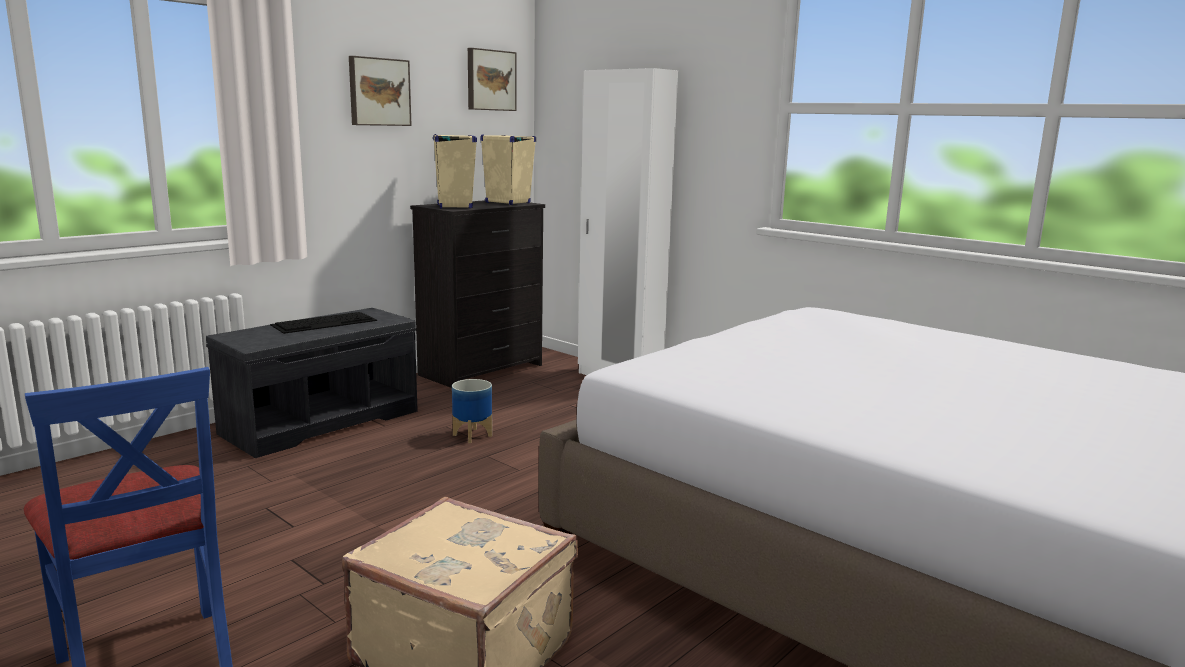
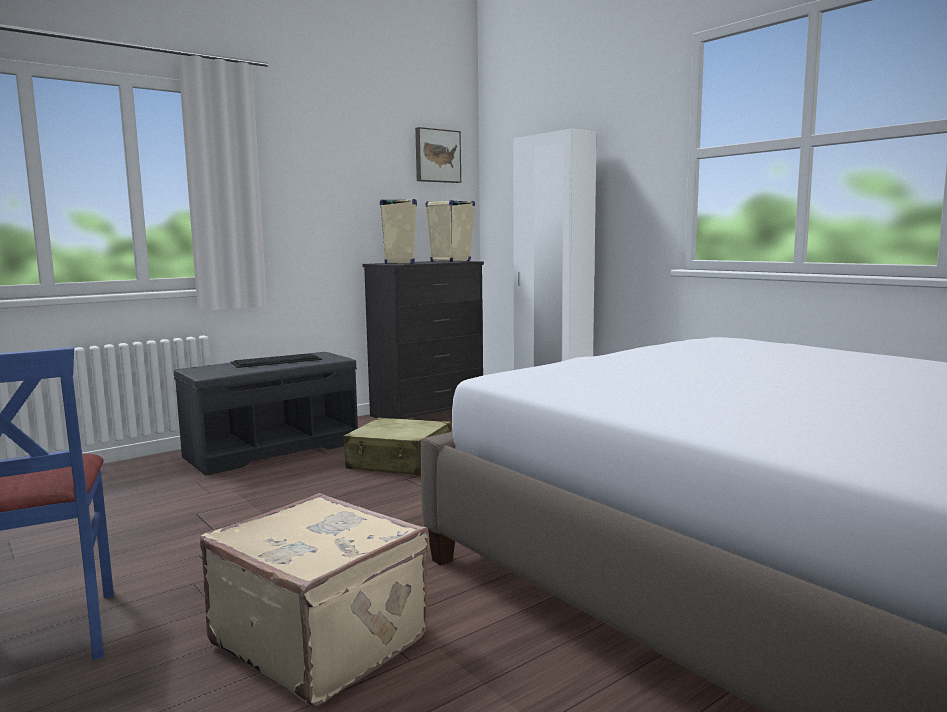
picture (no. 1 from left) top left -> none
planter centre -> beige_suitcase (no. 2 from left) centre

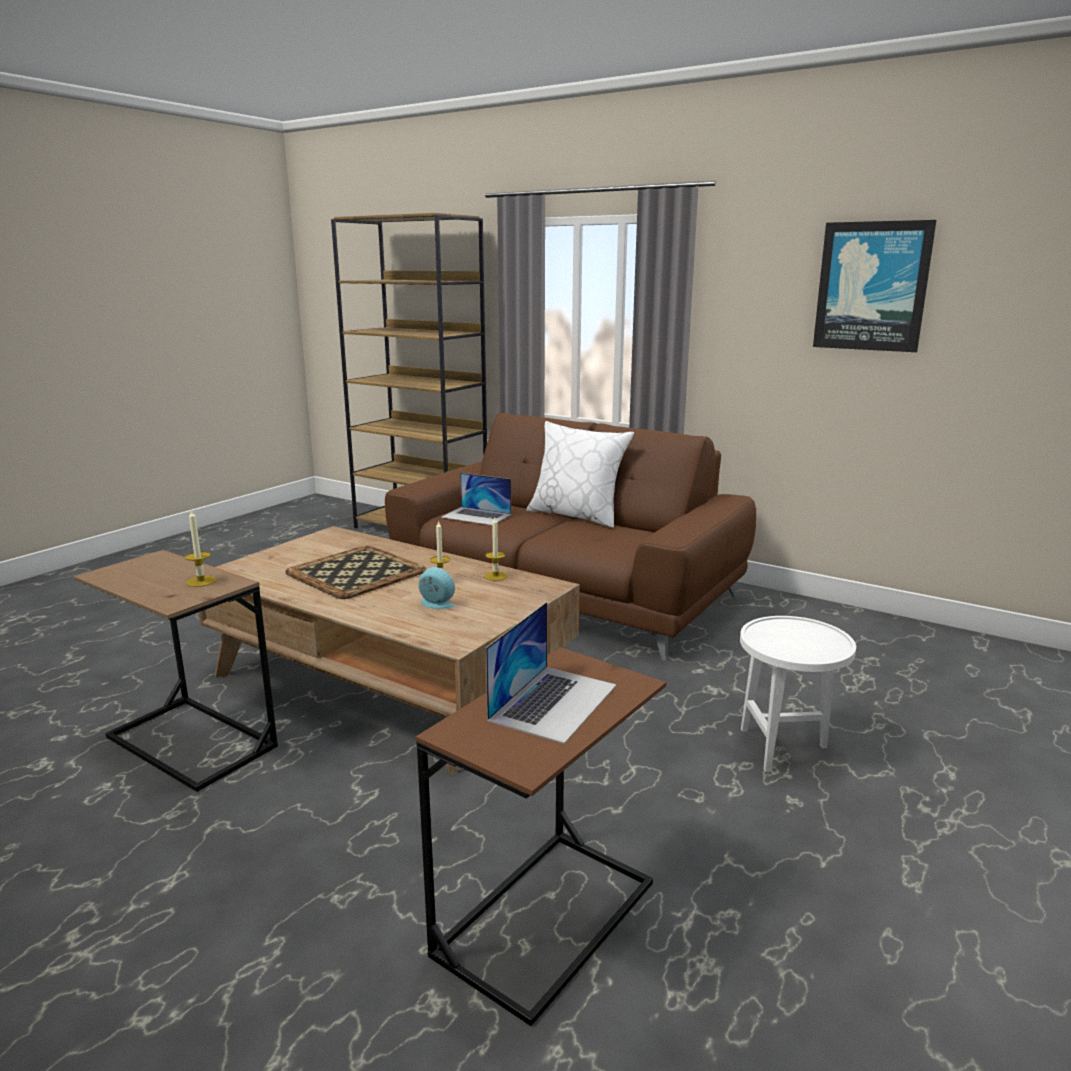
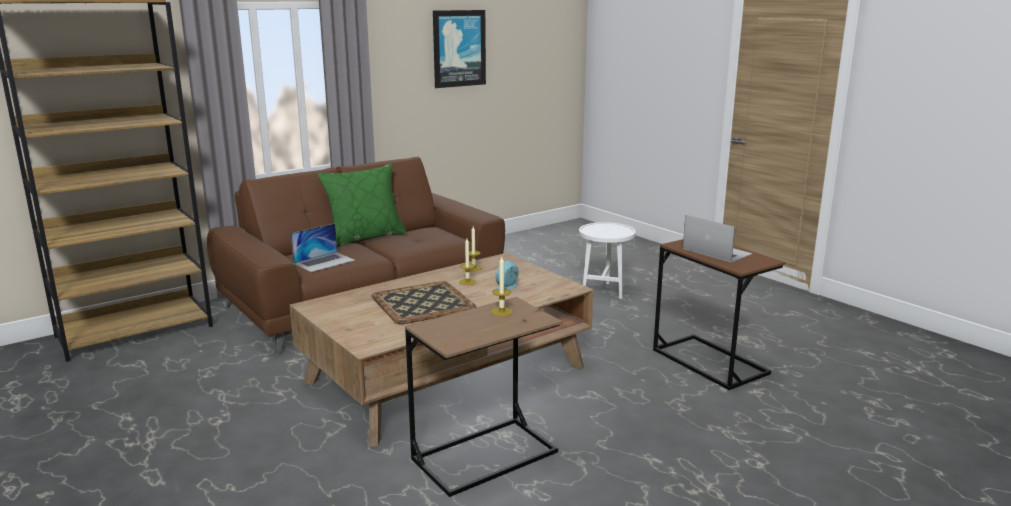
white_pillow centre -> green_pillow centre

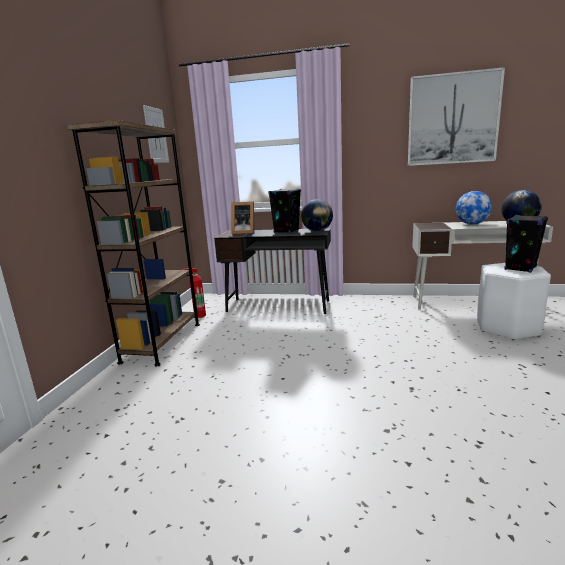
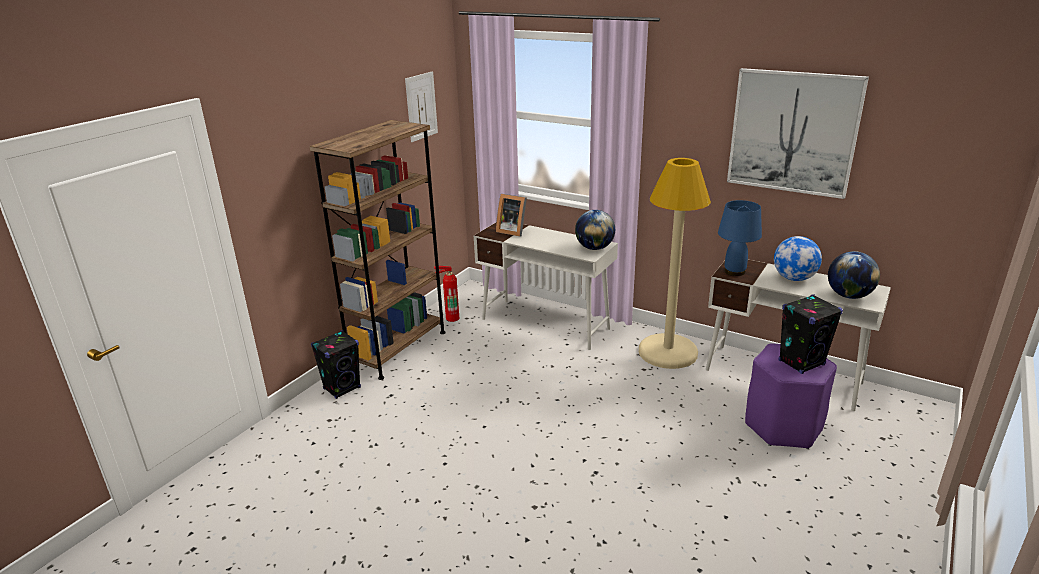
none -> beige_floor_lamp centre
none -> blue_table_lamp middle right
black_speaker (no. 1 from left) centre -> black_speaker (no. 1 from left) middle left, shifted
black_desk centre -> white_desk (no. 1 from left) centre
white_stool middle right -> purple_stool bottom right

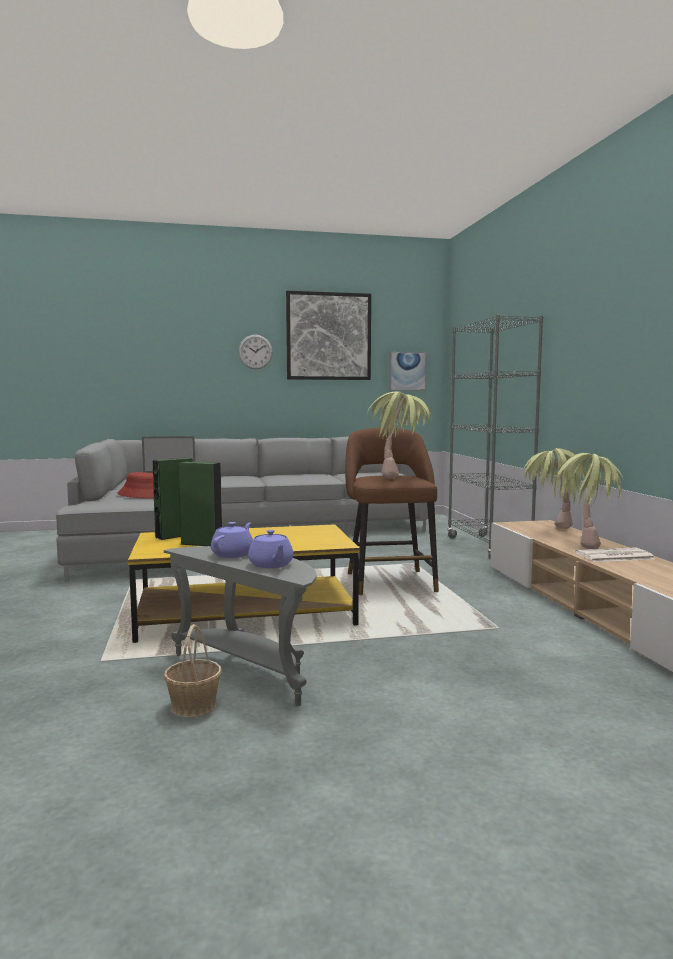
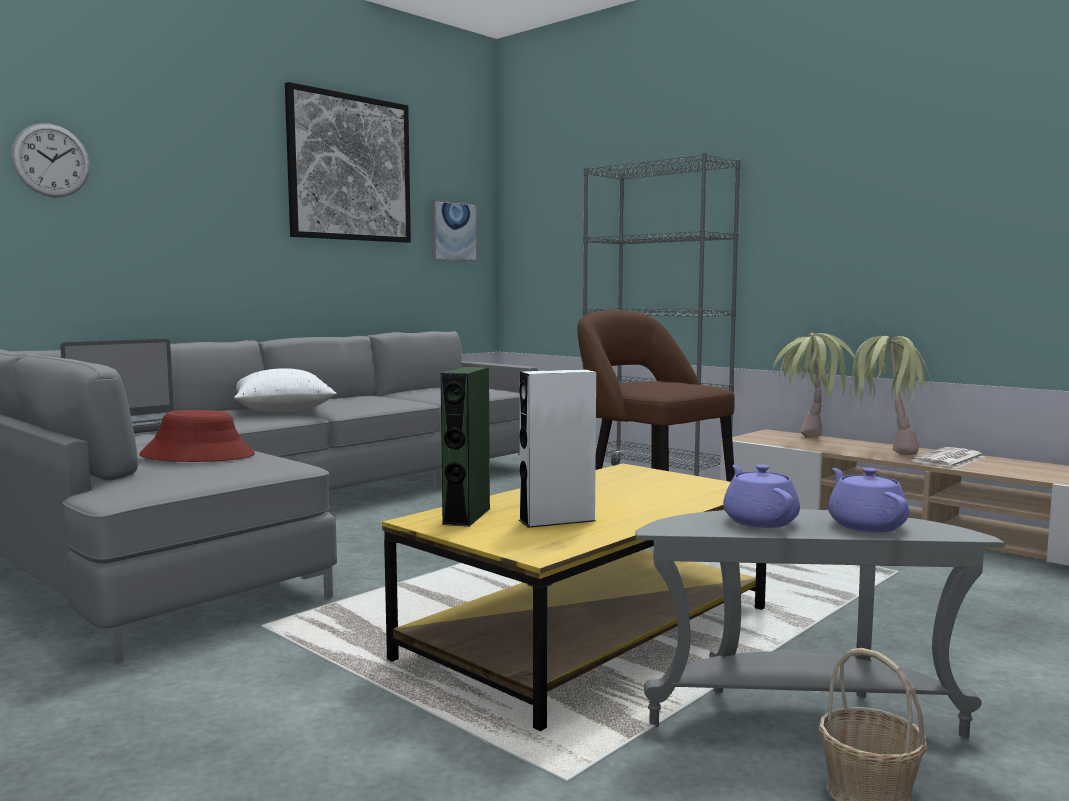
potted_plant (no. 1 from left) centre -> none
none -> white_pillow middle left
wall_clock centre -> wall_clock top left, shifted
green_speaker (no. 2 from left) middle left -> white_speaker centre
purple_teapot (no. 2 from left) centre -> purple_teapot (no. 2 from left) middle right, 135 degrees counterclockwise

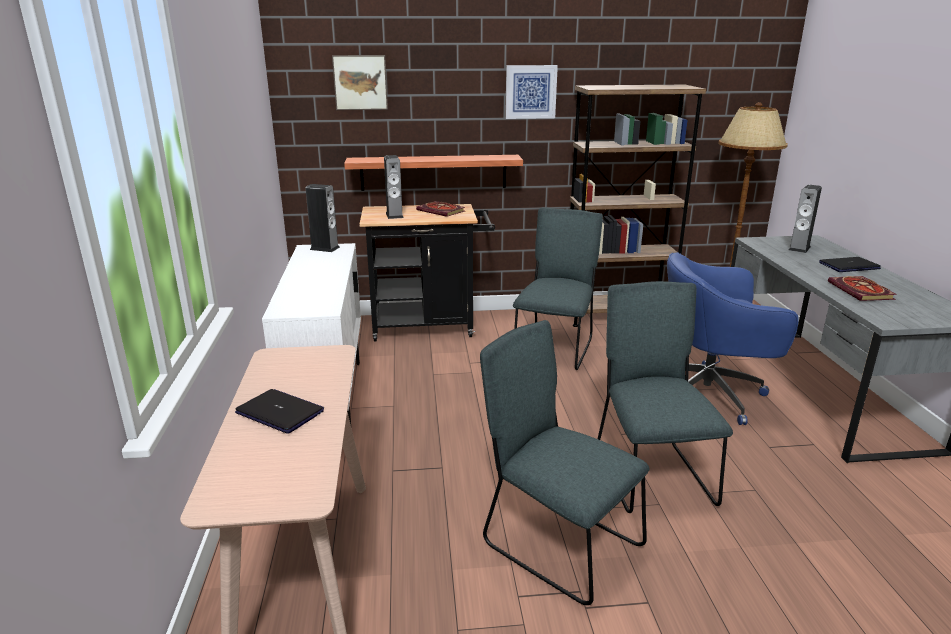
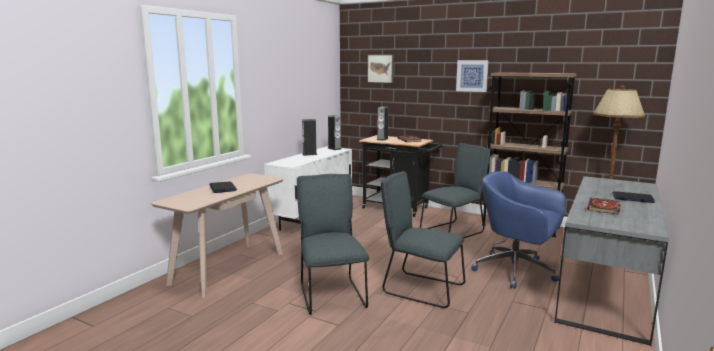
shelf top centre -> none
speaker (no. 3 from left in the first image) middle right -> speaker (no. 1 from left) centre, shifted
grey_chair (no. 3 from left in the first image) middle right -> grey_chair (no. 2 from left) bottom centre, 90 degrees counterclockwise

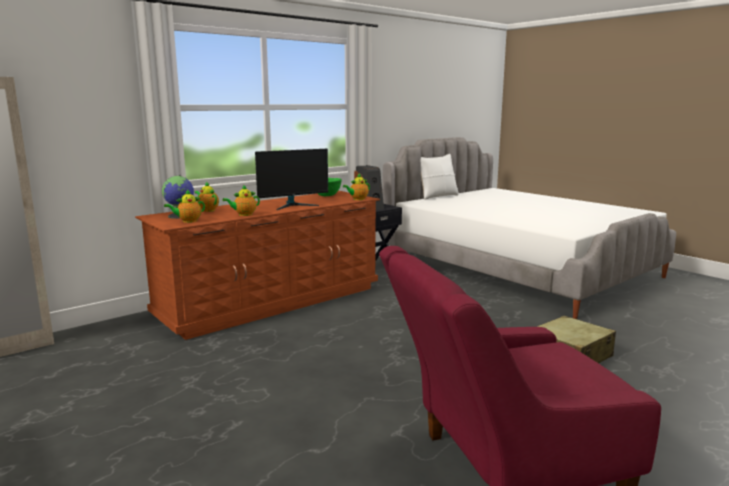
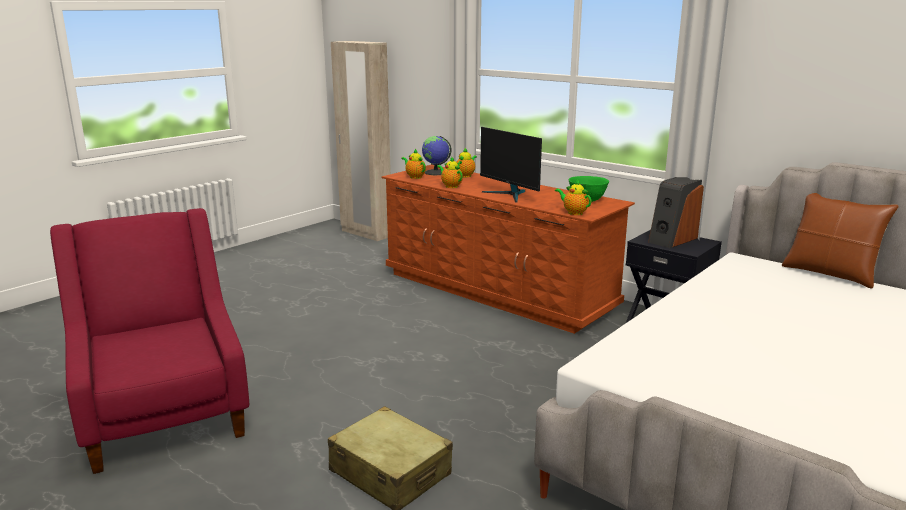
white_pillow centre -> brown_pillow middle right

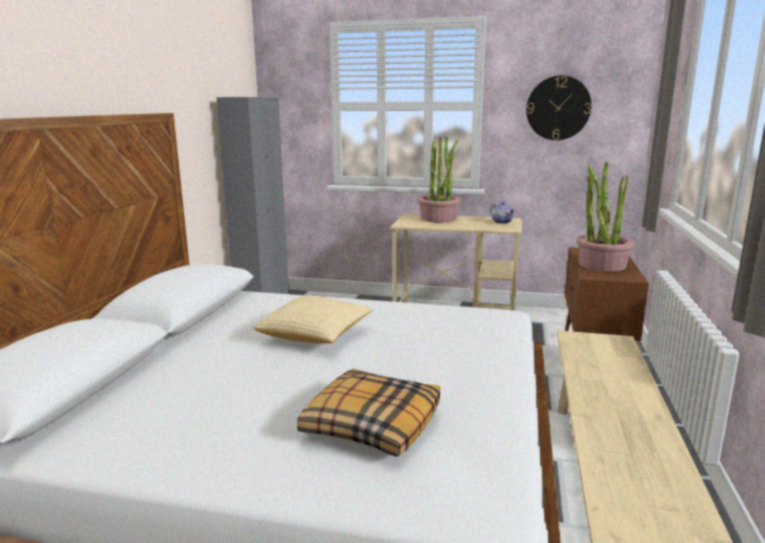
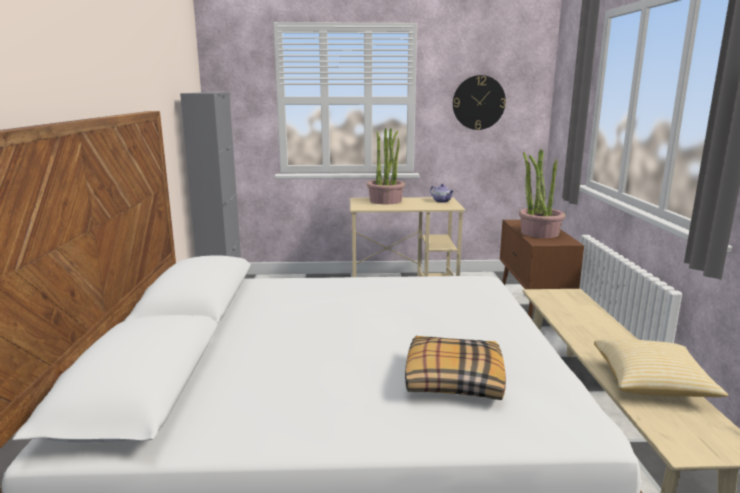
pillow (no. 1 from left in the first image) centre -> pillow (no. 2 from left) bottom right, shifted

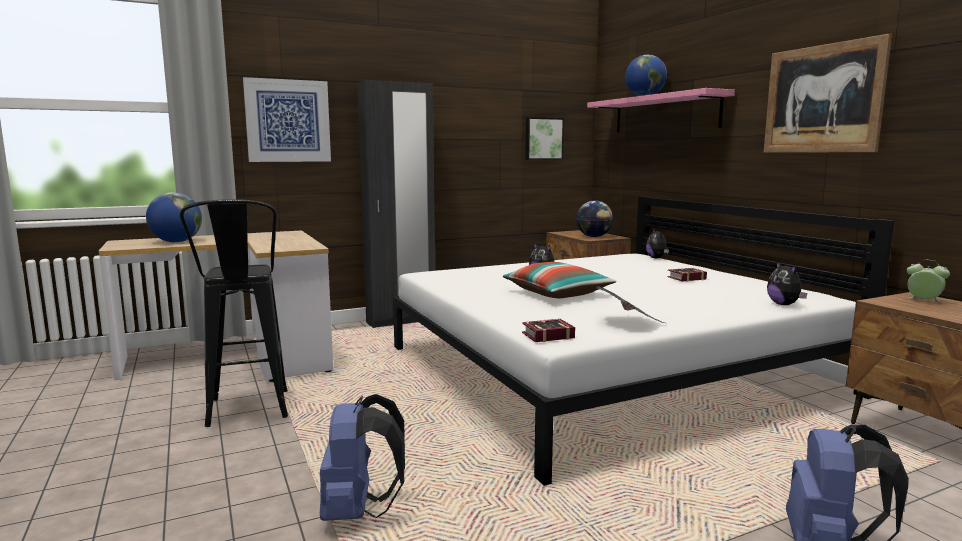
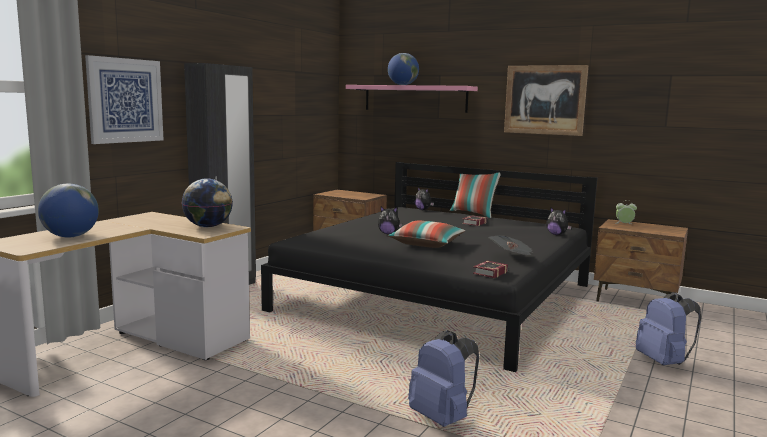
black_stool middle left -> none
picture (no. 2 from left) top centre -> none
none -> pillow (no. 2 from left) centre
globe (no. 2 from left) centre -> globe (no. 2 from left) middle left, shifted
white_bed middle right -> black_bed centre

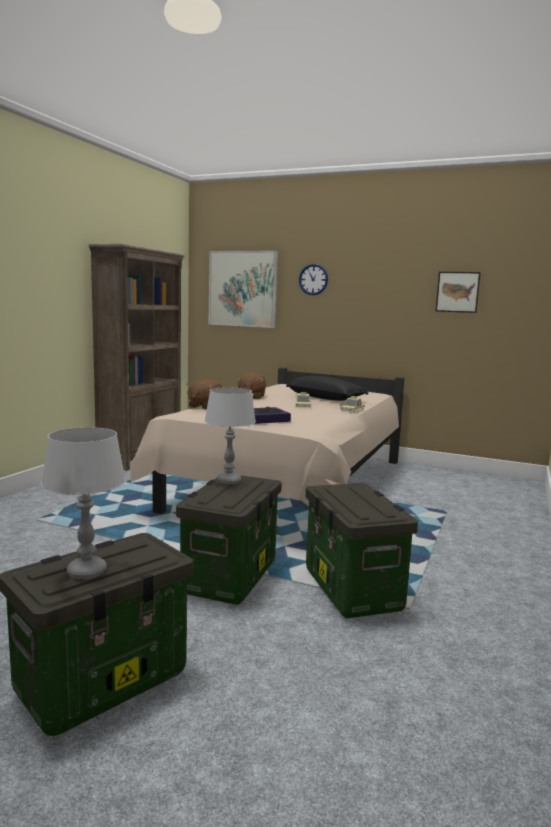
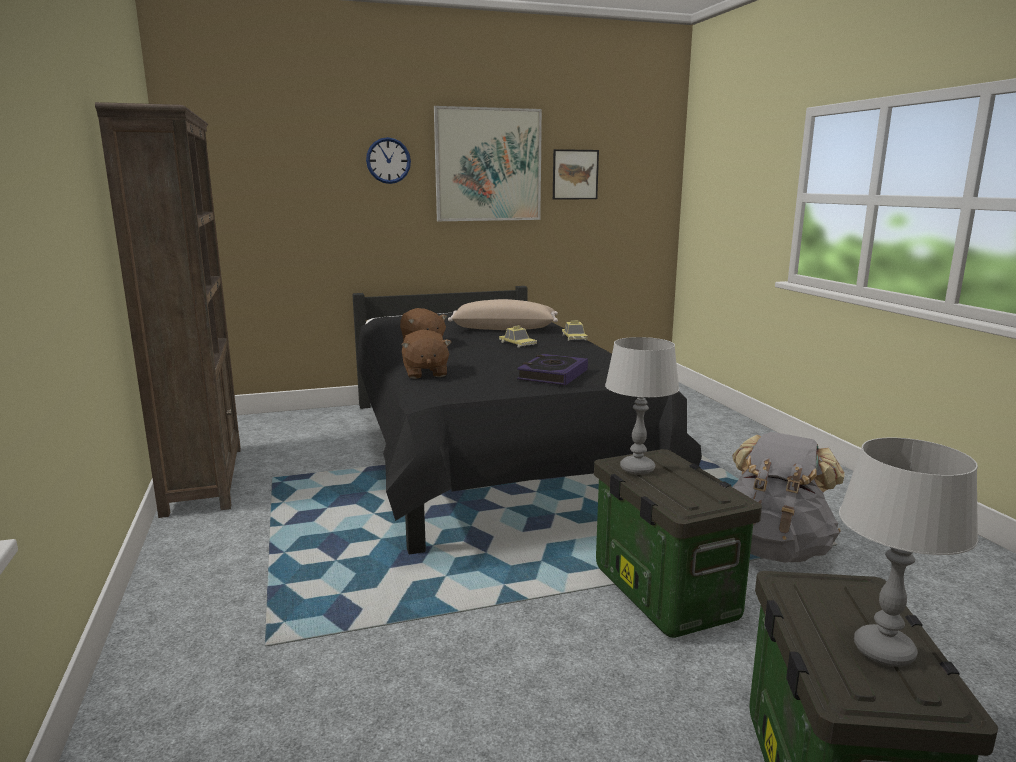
picture (no. 1 from left) centre -> picture (no. 1 from left) top centre, shifted
storage_box (no. 3 from left) centre -> grey_backpack middle right
beige_bed centre -> black_bed centre
black_pillow centre -> beige_pillow centre

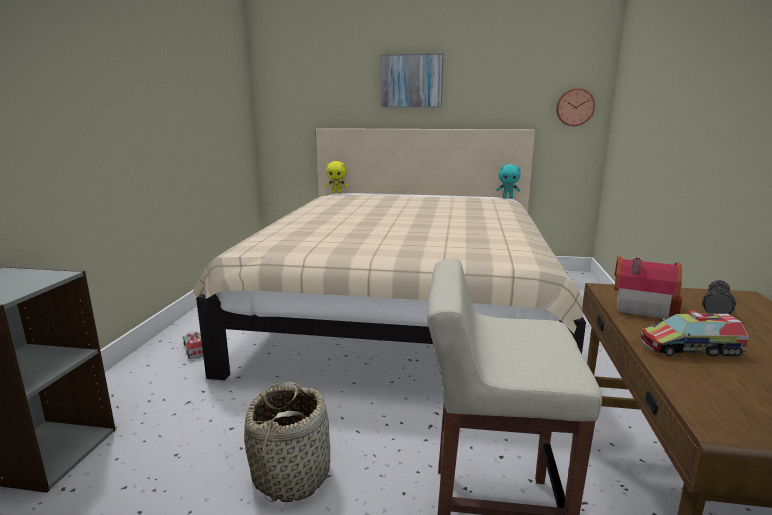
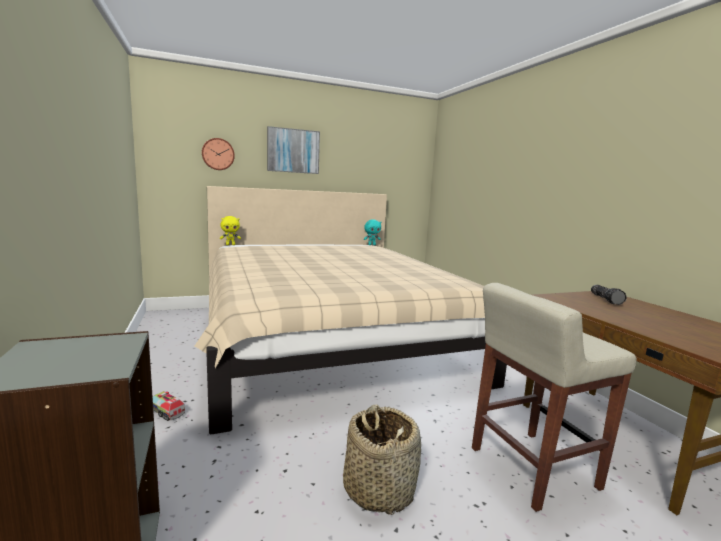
toy_house middle right -> none
toy_truck (no. 2 from left) middle right -> none
wall_clock top right -> wall_clock top left, shifted

